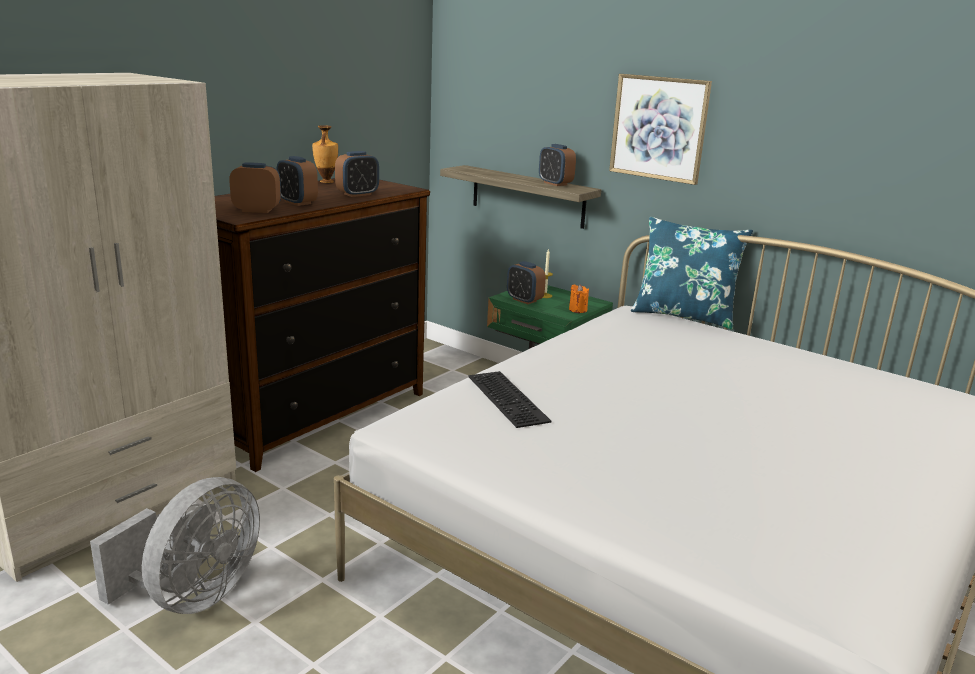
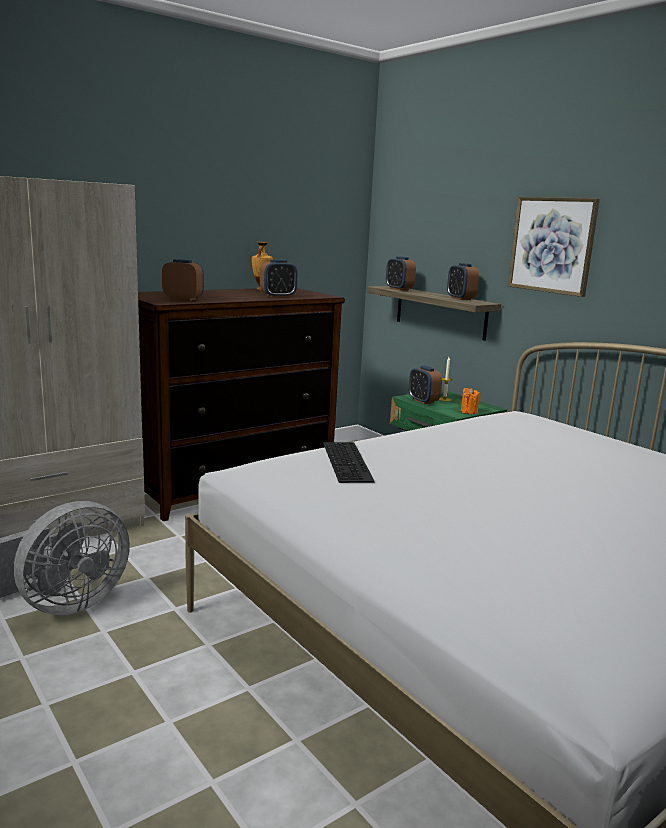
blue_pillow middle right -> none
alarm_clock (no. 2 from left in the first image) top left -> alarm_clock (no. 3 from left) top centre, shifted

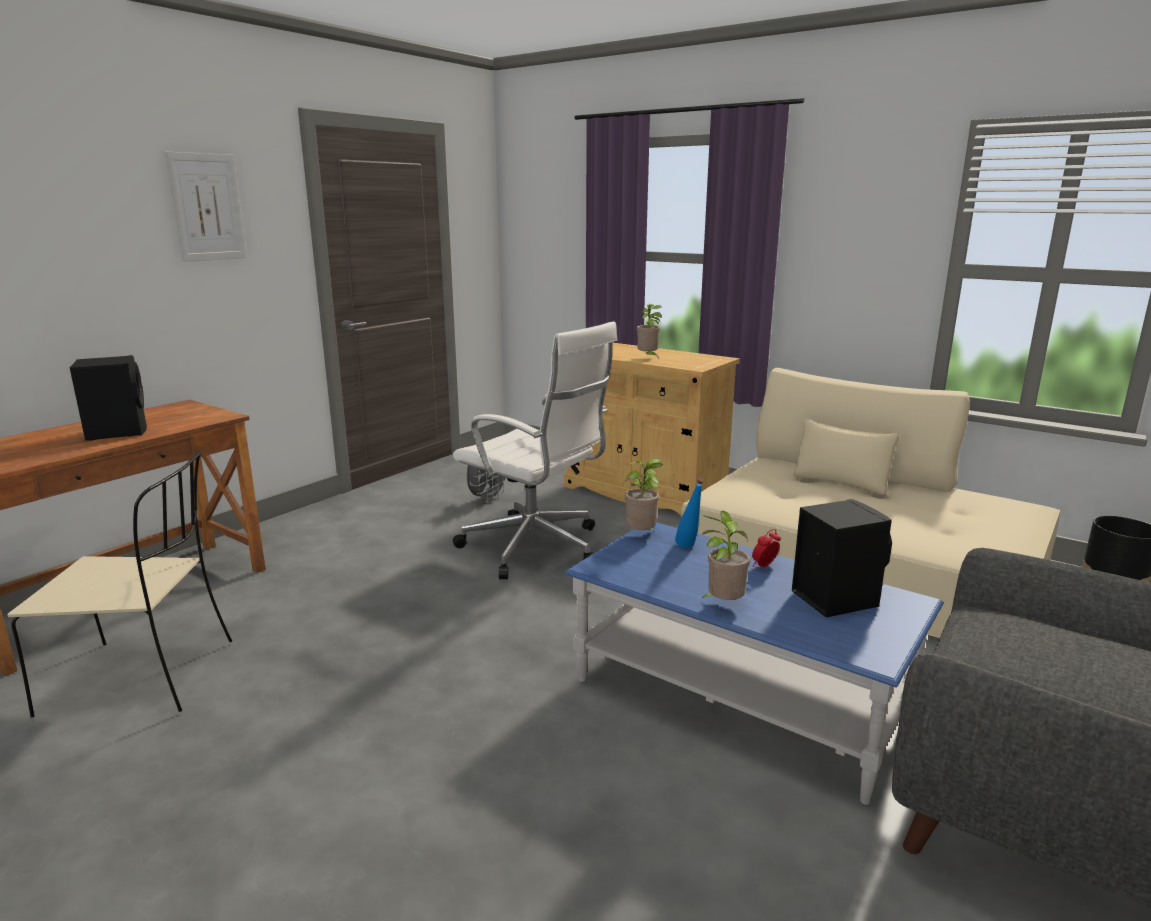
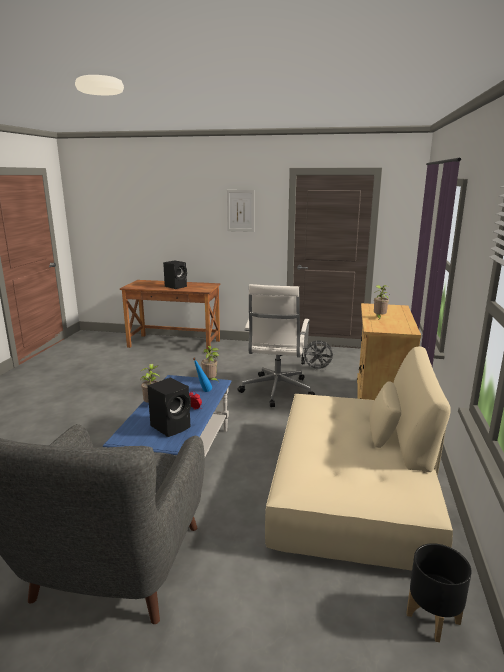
beige_chair middle left -> none

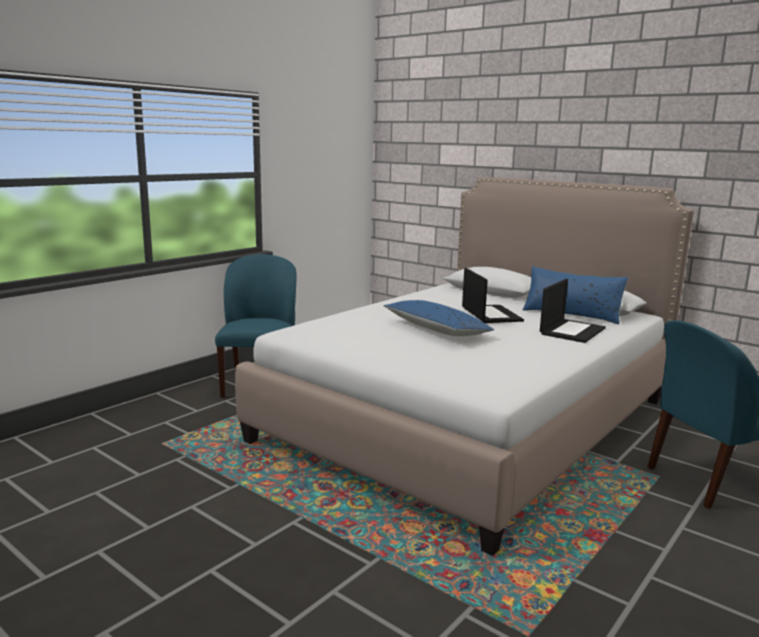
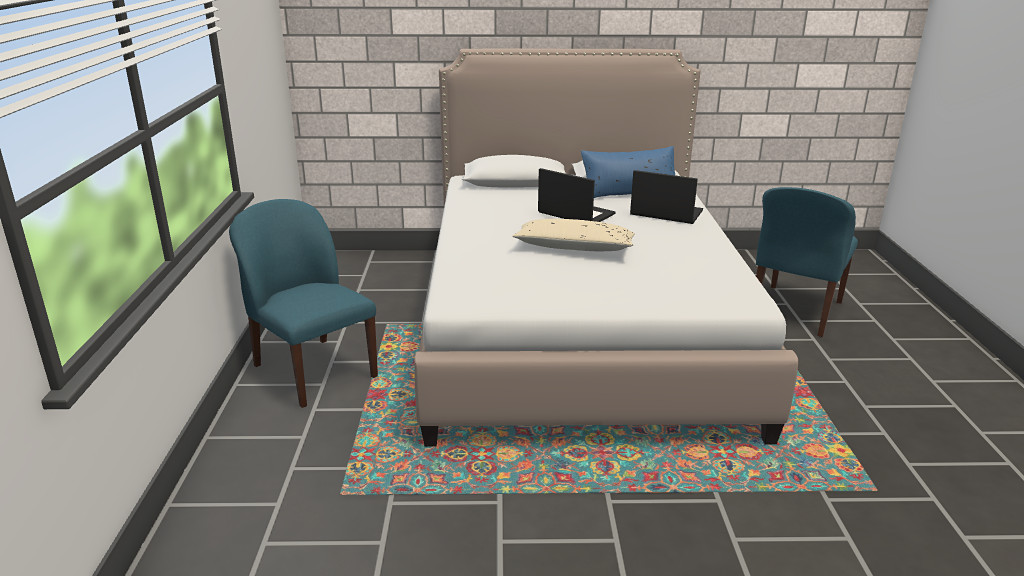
blue_pillow (no. 1 from left) centre -> beige_pillow centre
laptop (no. 2 from left) middle right -> laptop (no. 2 from left) centre, 60 degrees counterclockwise

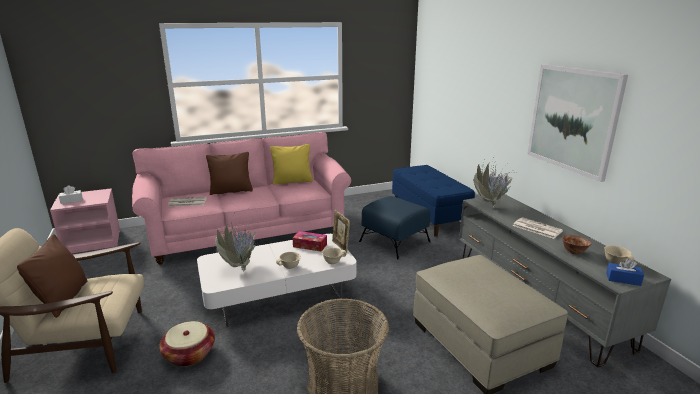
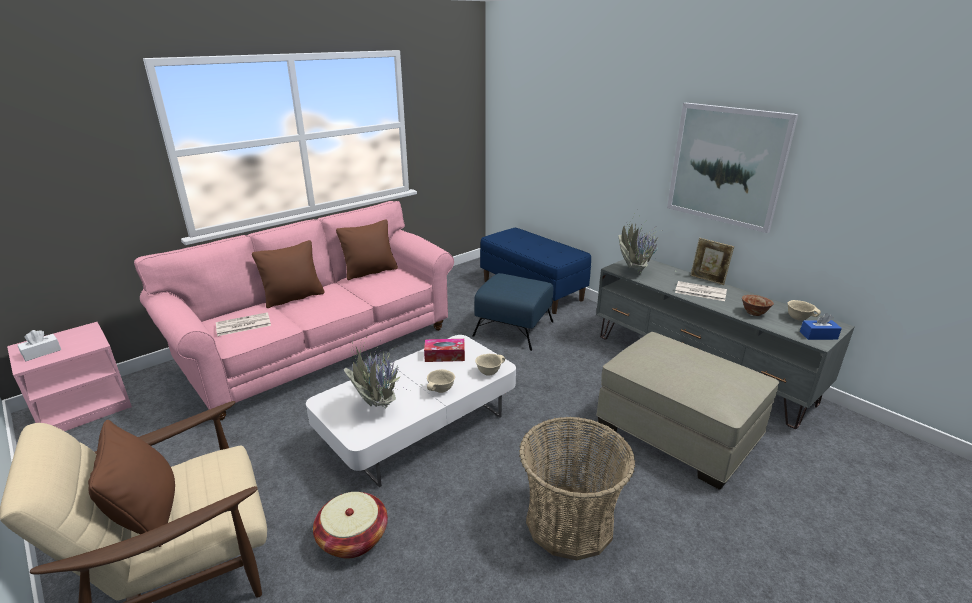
picture_frame centre -> picture_frame middle right, shifted
yellow_pillow centre -> brown_pillow (no. 3 from left) centre

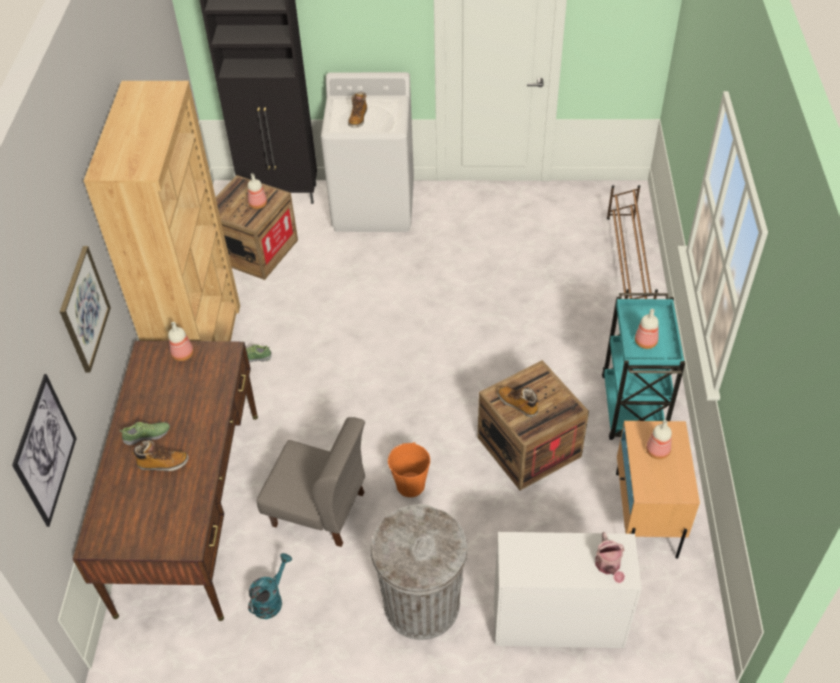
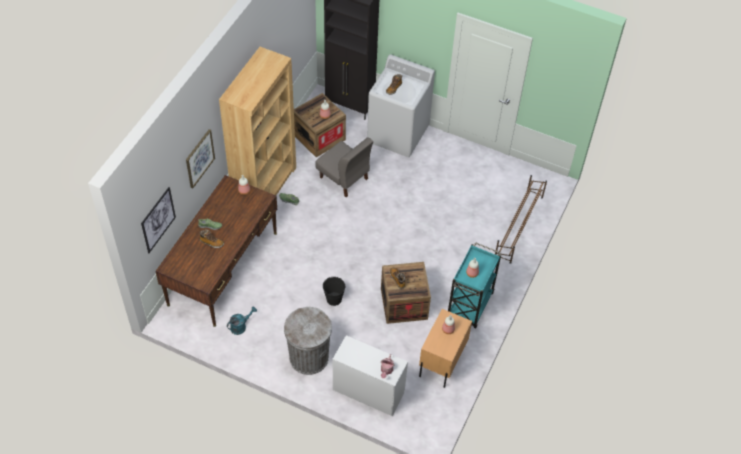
grey_chair bottom centre -> grey_chair centre, shifted
orange_bucket bottom centre -> black_bucket centre

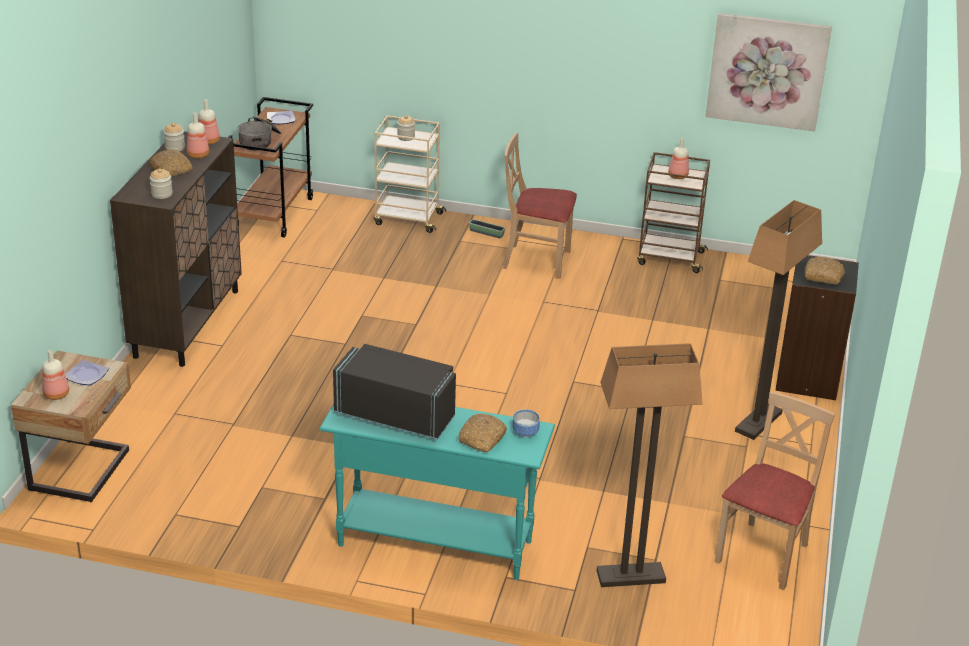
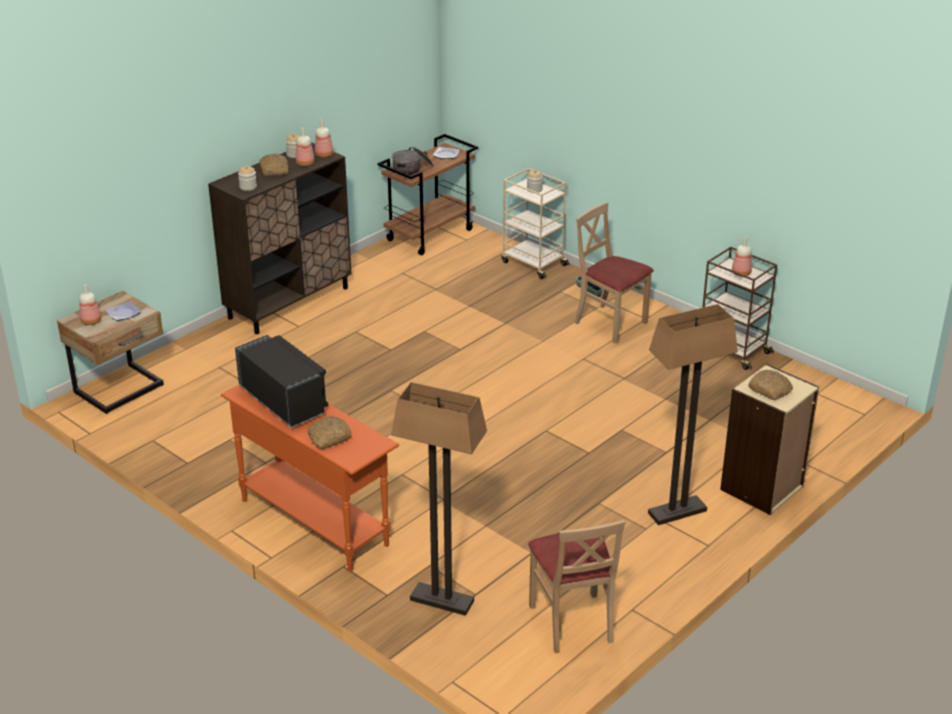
bowl centre -> none
picture top right -> none
turquoise_console_table bottom centre -> orange_console_table bottom left
black_bookcase middle right -> beige_bookcase middle right
beige_chair (no. 2 from left in the first image) bottom right -> beige_chair (no. 1 from left) bottom centre, 105 degrees clockwise

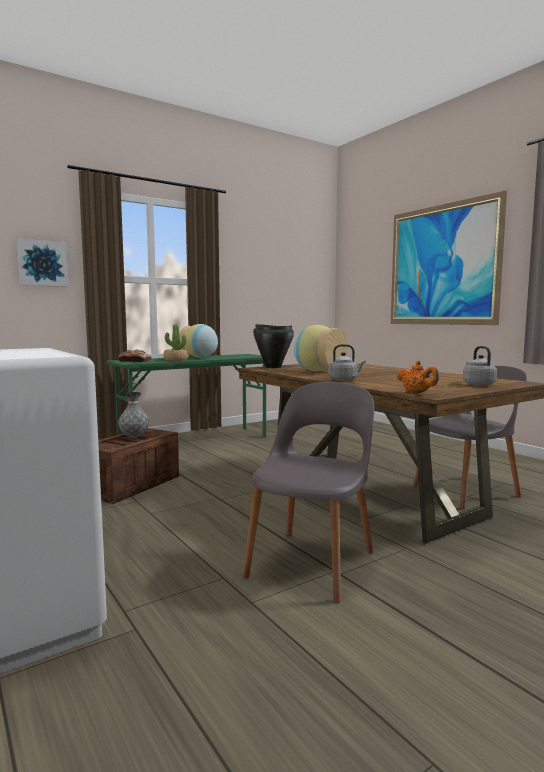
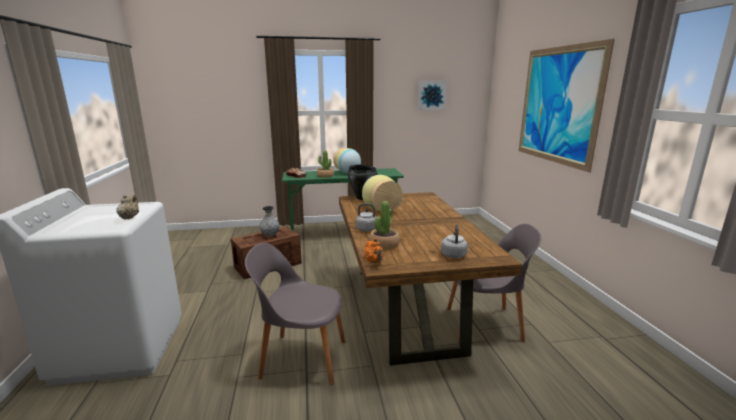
none -> beige_teapot middle left
none -> potted_plant (no. 2 from left) centre
picture (no. 1 from left) middle left -> picture (no. 1 from left) top centre, shifted
grey_chair (no. 1 from left) centre -> grey_chair (no. 1 from left) bottom centre, 135 degrees counterclockwise

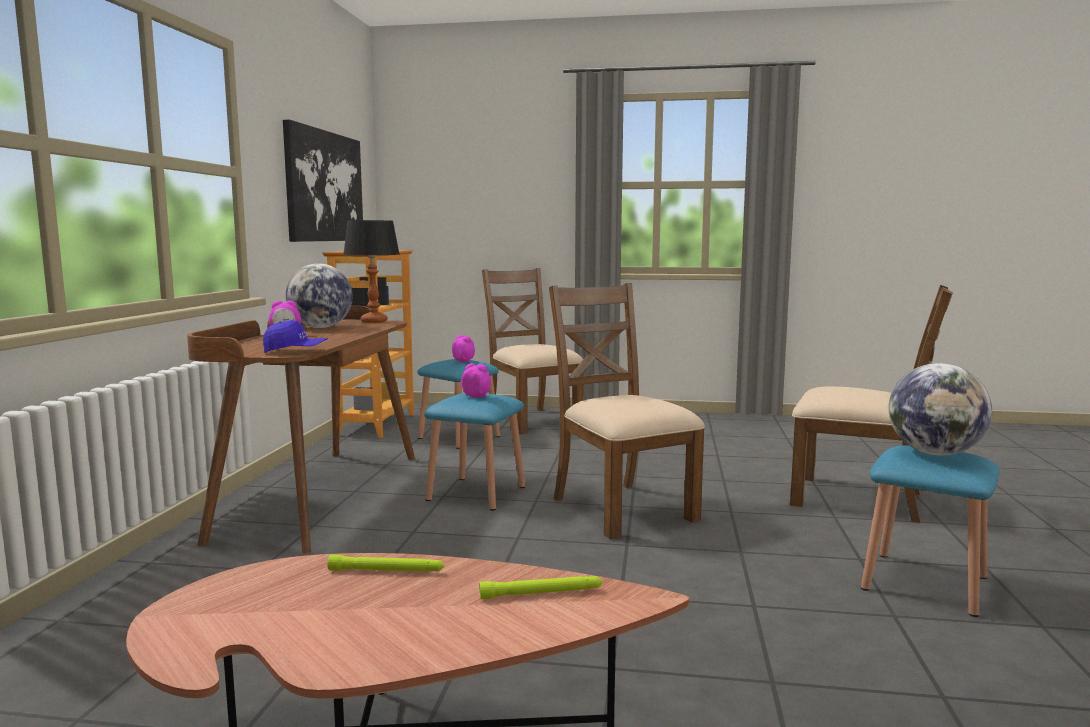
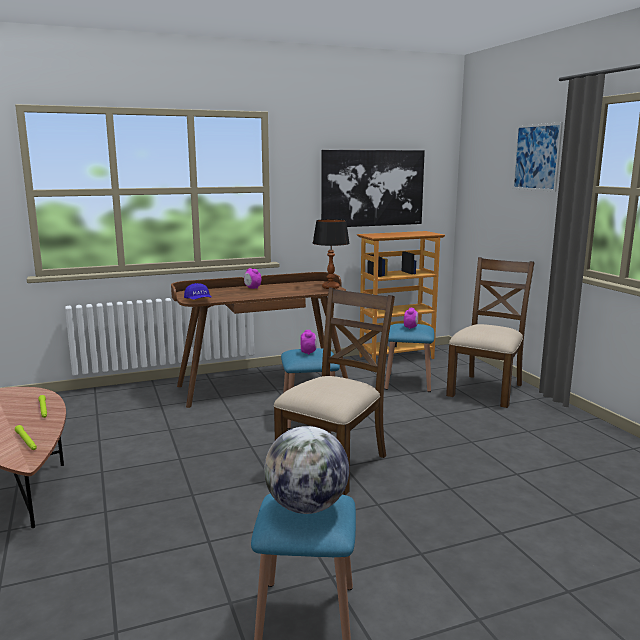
globe (no. 1 from left) middle left -> none
brown_chair (no. 3 from left) middle right -> none
none -> picture (no. 2 from left) top right

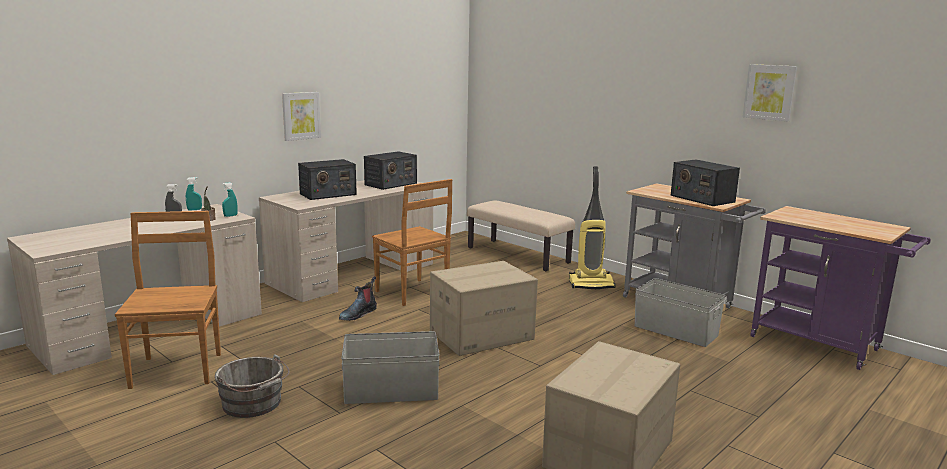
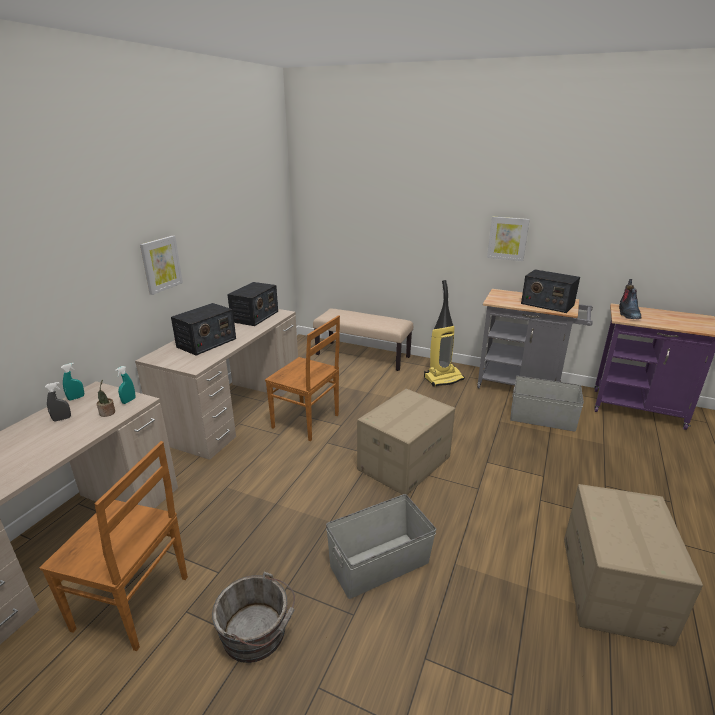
boot centre -> boot middle right, shifted
picture (no. 2 from left) top right -> picture (no. 2 from left) middle right, shifted
brown_chair (no. 1 from left) middle left -> brown_chair (no. 1 from left) bottom left, 135 degrees clockwise

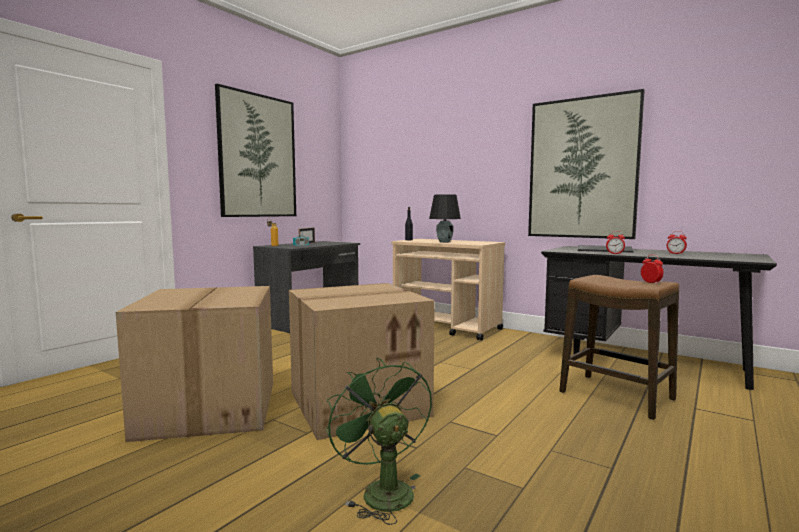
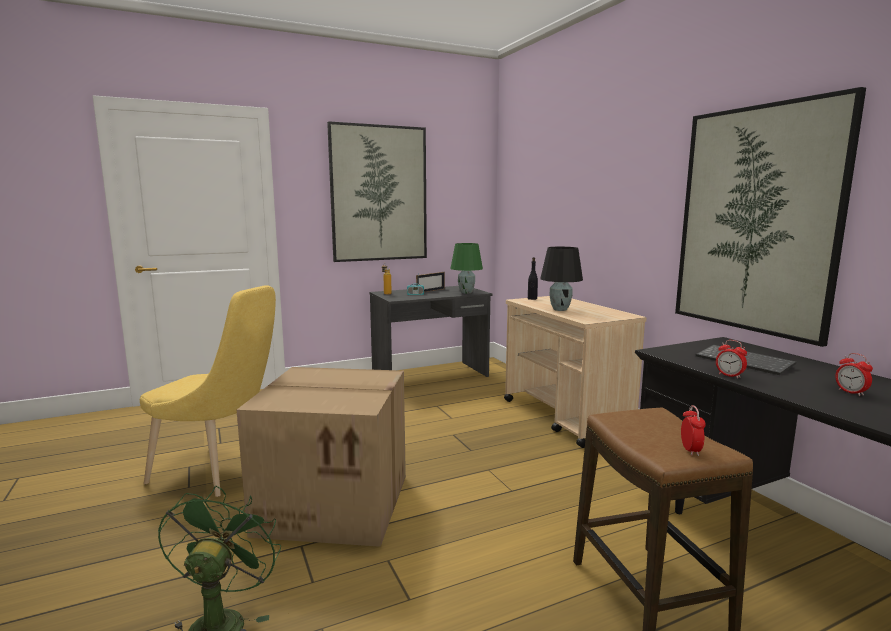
none -> green_table_lamp centre
cardboard_box (no. 1 from left) bottom left -> yellow_chair middle left

